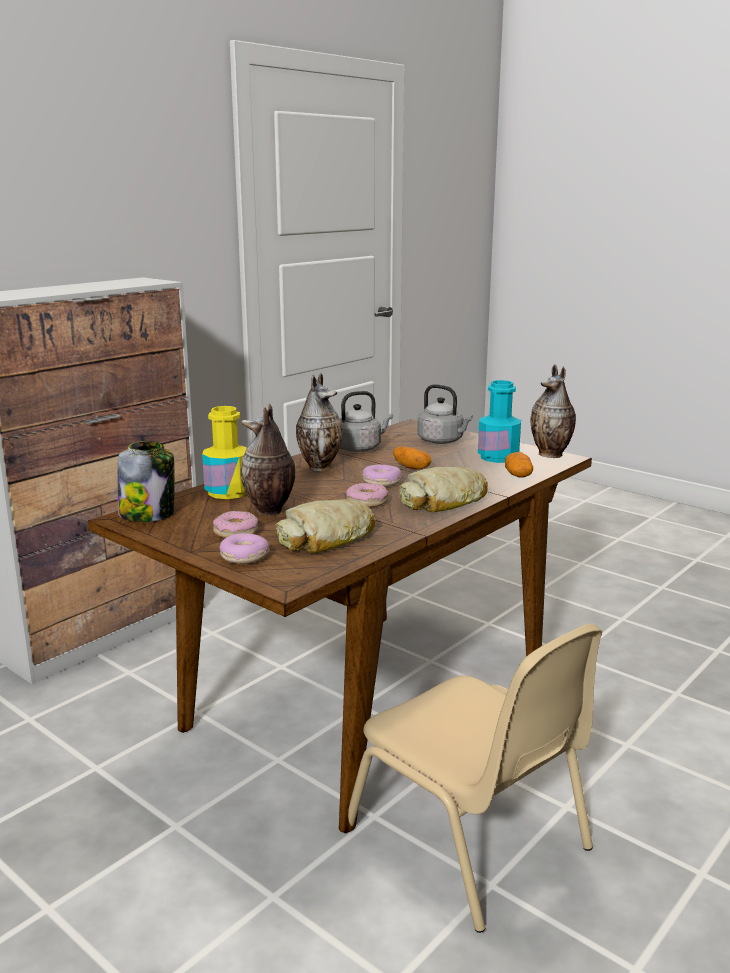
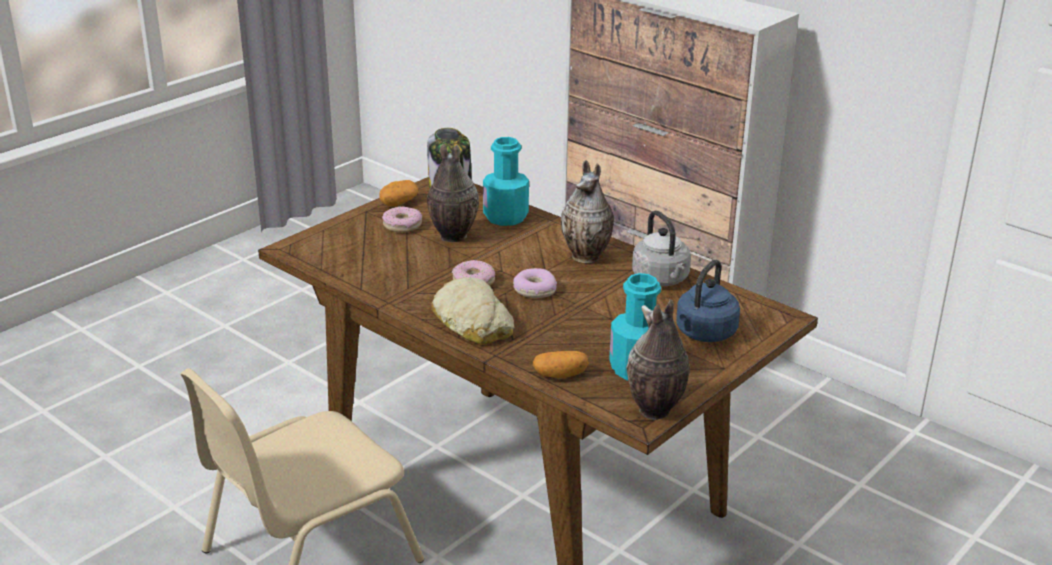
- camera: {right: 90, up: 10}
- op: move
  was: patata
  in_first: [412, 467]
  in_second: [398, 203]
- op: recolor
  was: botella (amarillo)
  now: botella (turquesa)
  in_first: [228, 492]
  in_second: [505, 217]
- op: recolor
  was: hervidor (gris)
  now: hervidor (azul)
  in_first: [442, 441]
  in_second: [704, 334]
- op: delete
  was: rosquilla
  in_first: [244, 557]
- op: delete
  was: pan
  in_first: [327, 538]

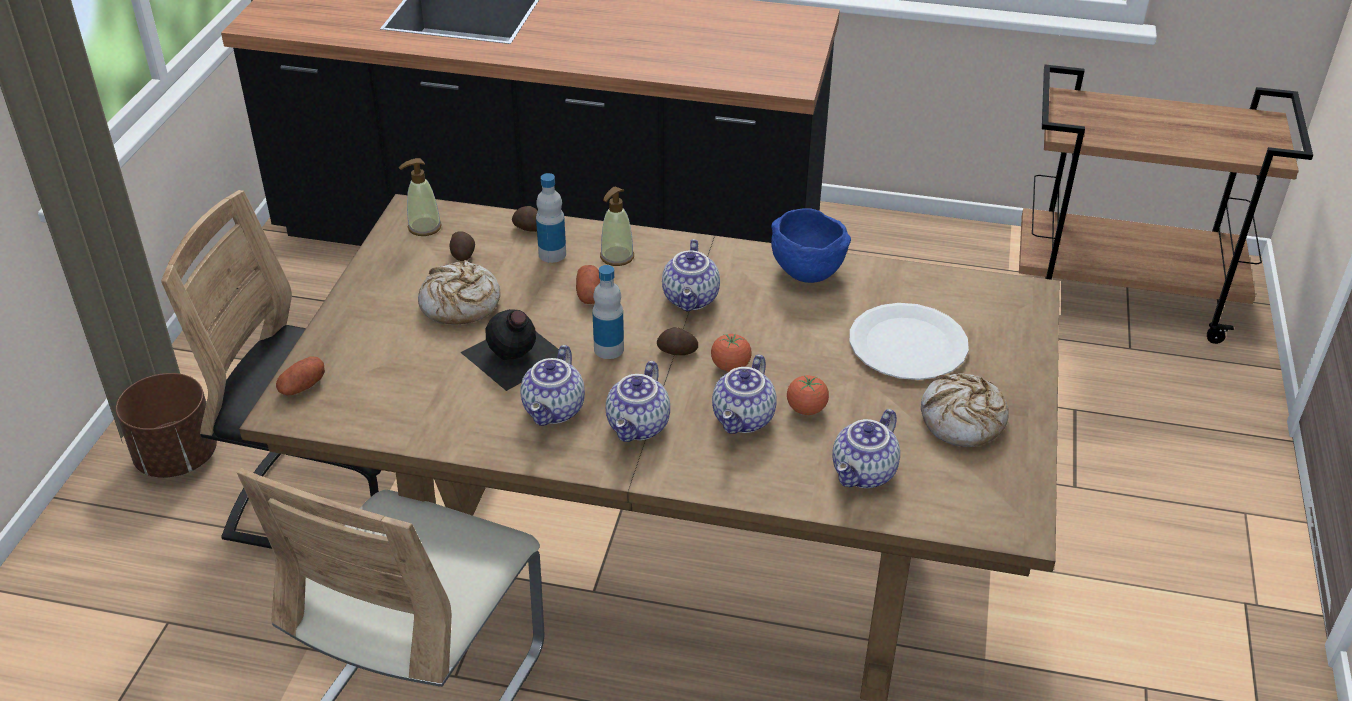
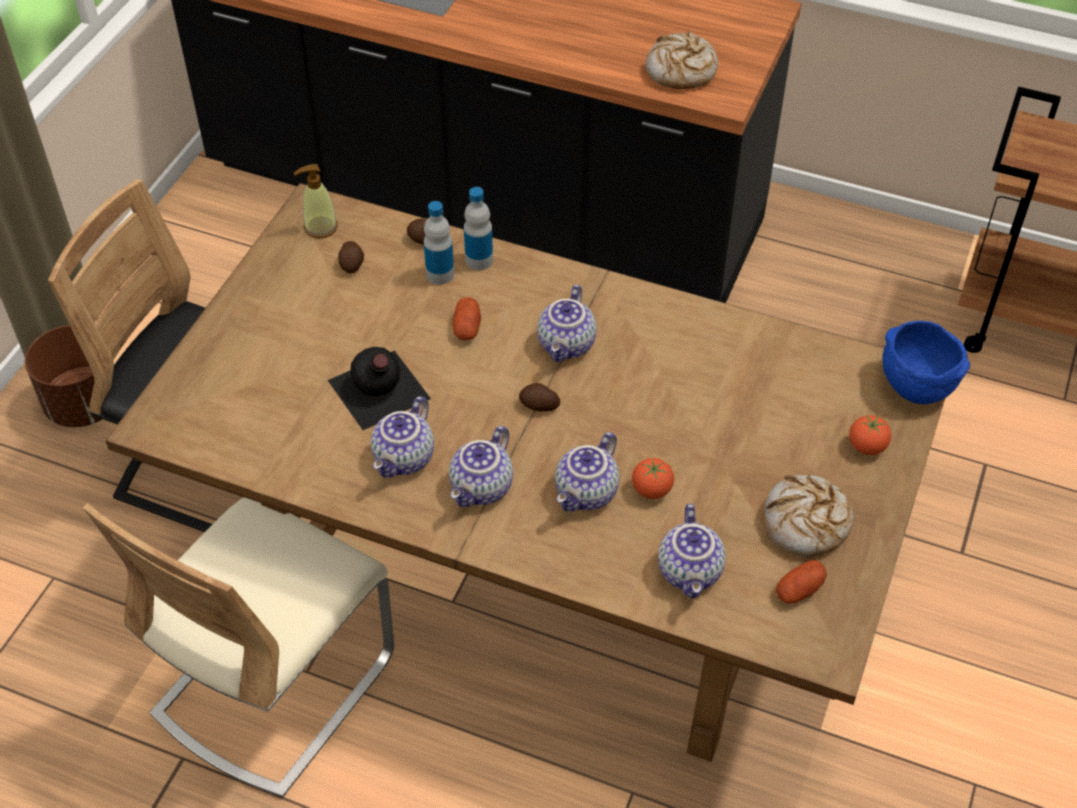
- camera: {right: 10, up: 10}
- op: move
  was: botella
  in_first: [609, 349]
  in_second: [479, 260]
- op: move
  was: pan
  in_first: [460, 304]
  in_second: [681, 71]
- op: rotate
  was: tetera
  in_first: [864, 474]
  in_second: [691, 572]
  clockwise: -45
- op: move
  was: patata
  in_first: [302, 386]
  in_second: [799, 590]
- op: move
  was: tomate
  in_first: [730, 366]
  in_second: [867, 447]
- op: move
  was: cuenco (azul)
  in_first: [805, 272]
  in_second: [914, 386]
- op: delete
  was: dispensador de jabón
  in_first: [616, 257]
- op: delete
  was: plato (blanco)
  in_first: [907, 344]

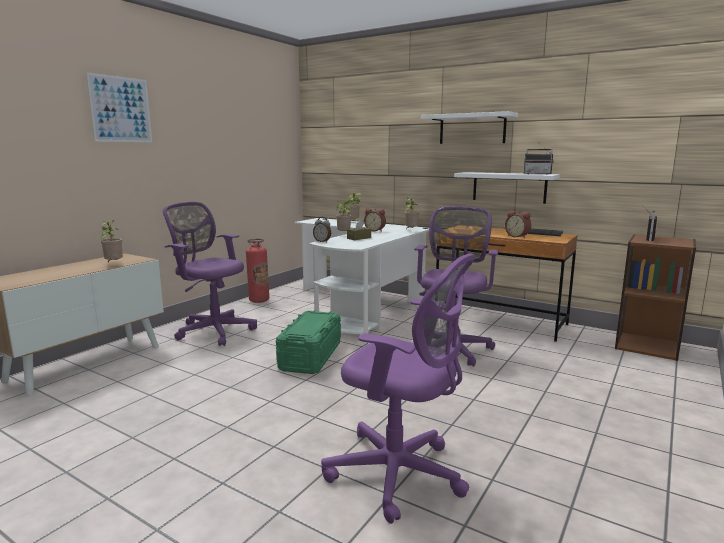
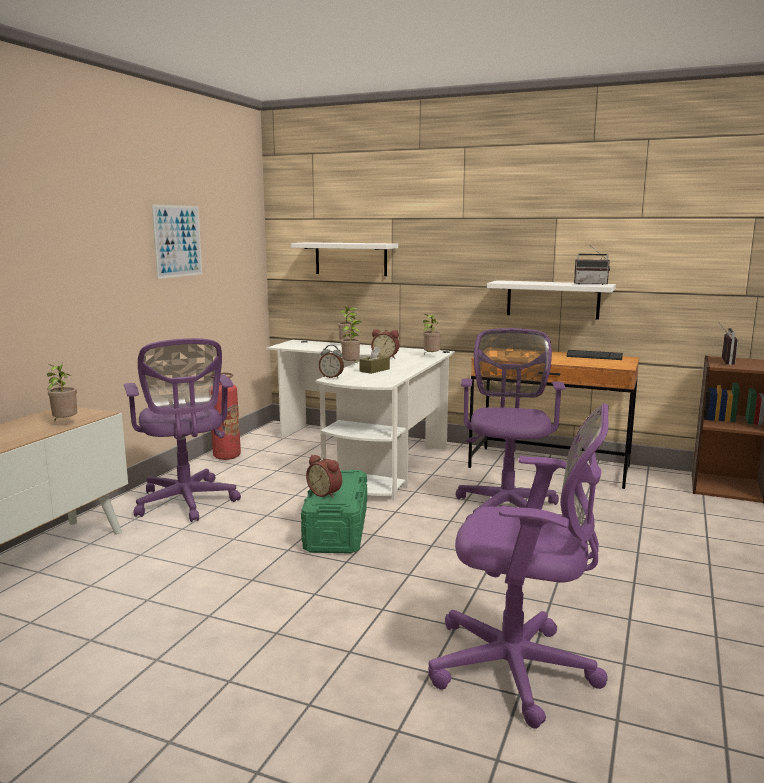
- camera: {right: -10, up: 0}
- op: rotate
  was: silla de oficina (morado)
  in_first: [213, 330]
  in_second: [186, 503]
  clockwise: -135
- op: move
  was: cuadro
  in_first: [121, 109]
  in_second: [178, 241]
- op: move
  was: estante (blanco)
  in_first: [472, 129]
  in_second: [351, 259]
- op: move
  was: despertador
  in_first: [518, 236]
  in_second: [326, 493]

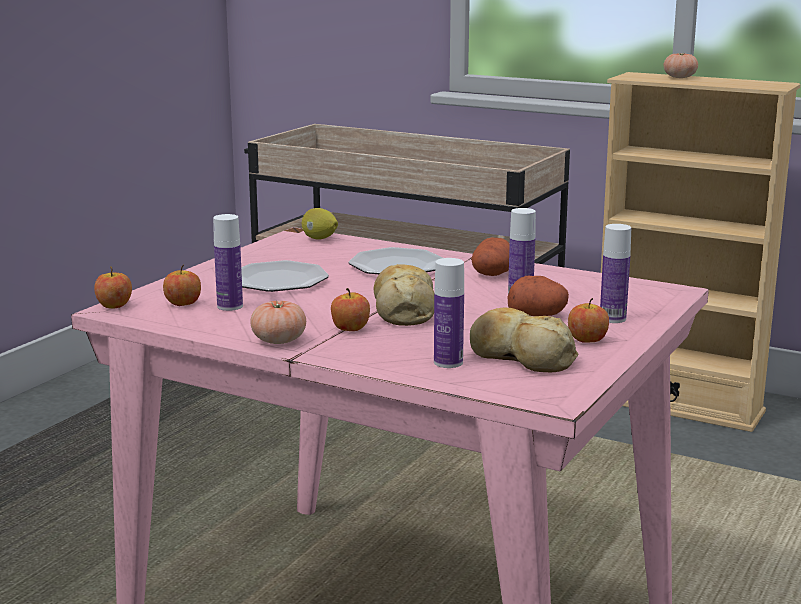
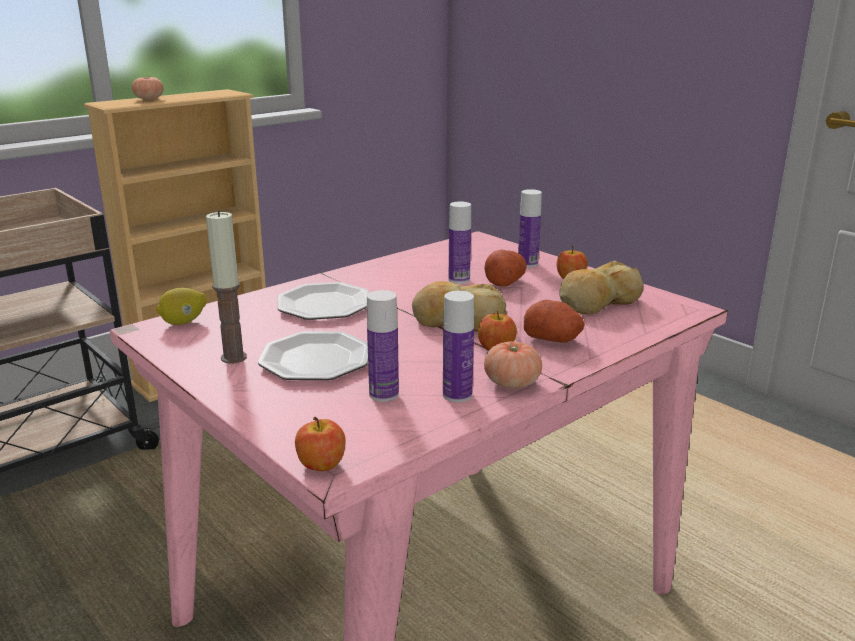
- camera: {right: -70, up: 5}
- op: insert
  now: vela
  in_second: [233, 357]
- op: move
  was: botella
  in_first: [448, 362]
  in_second: [457, 395]
- op: move
  was: patata
  in_first: [492, 274]
  in_second: [553, 339]
- op: delete
  was: manzana
  in_first: [183, 304]

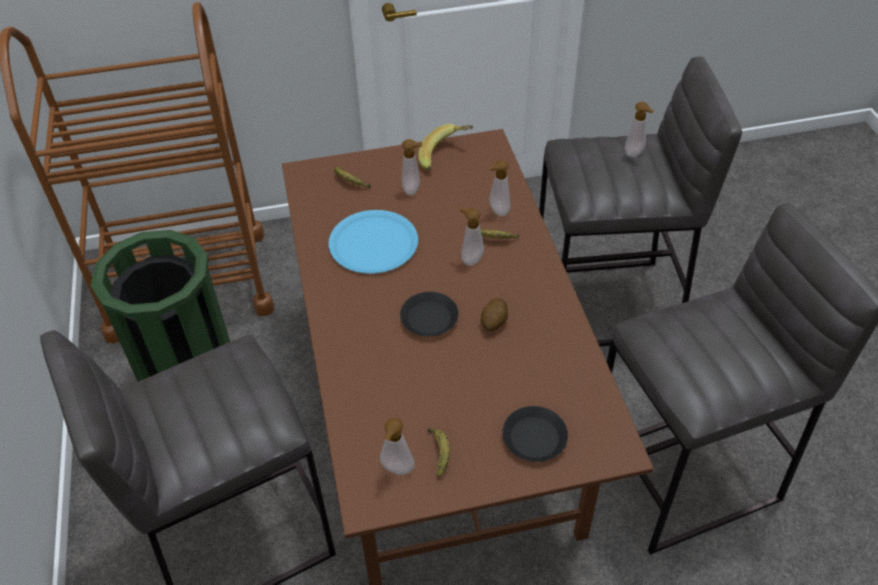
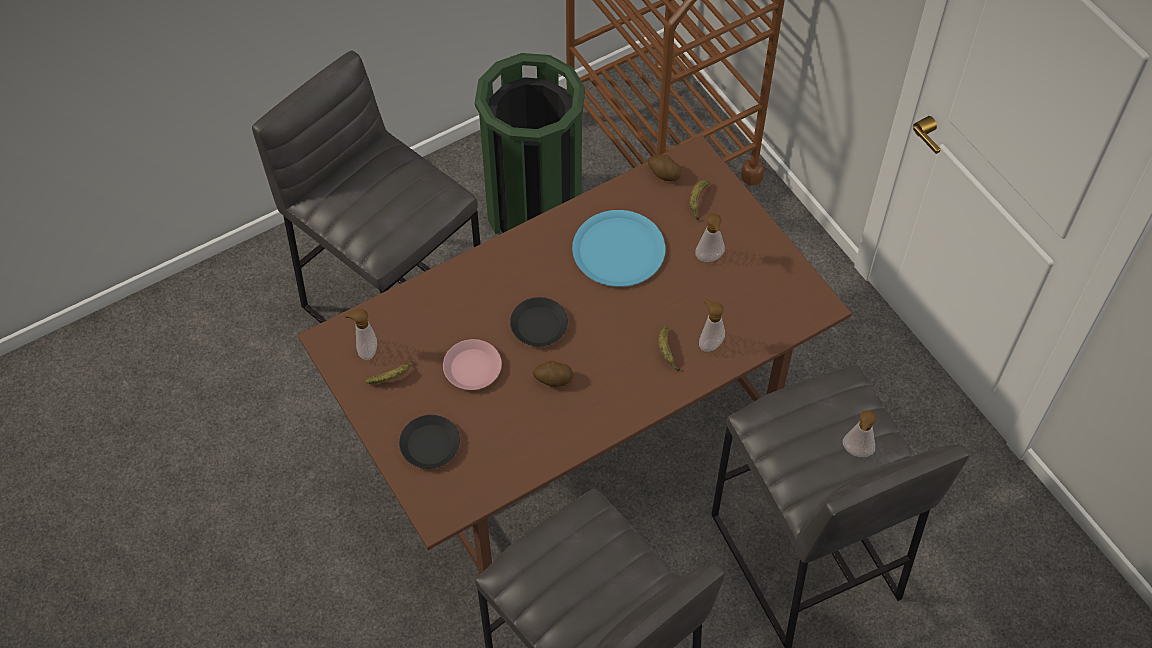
- camera: {right: 70, up: 10}
- op: insert
  now: plato (rosa)
  in_second: [472, 368]
- op: insert
  now: patata
  in_second: [663, 174]
- op: delete
  was: plátano
  in_first: [445, 156]
- op: delete
  was: dispensador de jabón
  in_first: [470, 259]

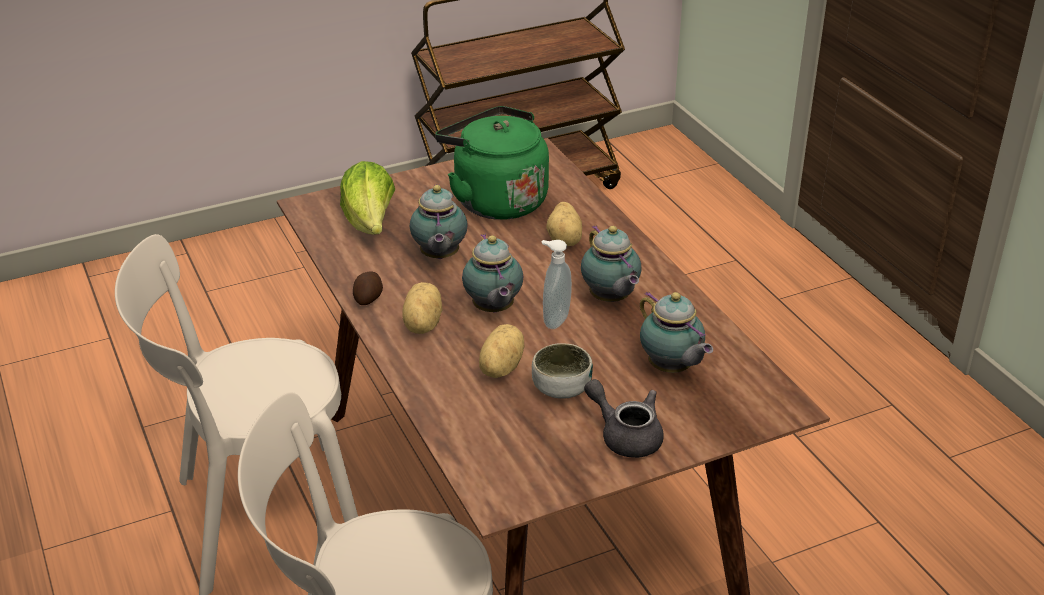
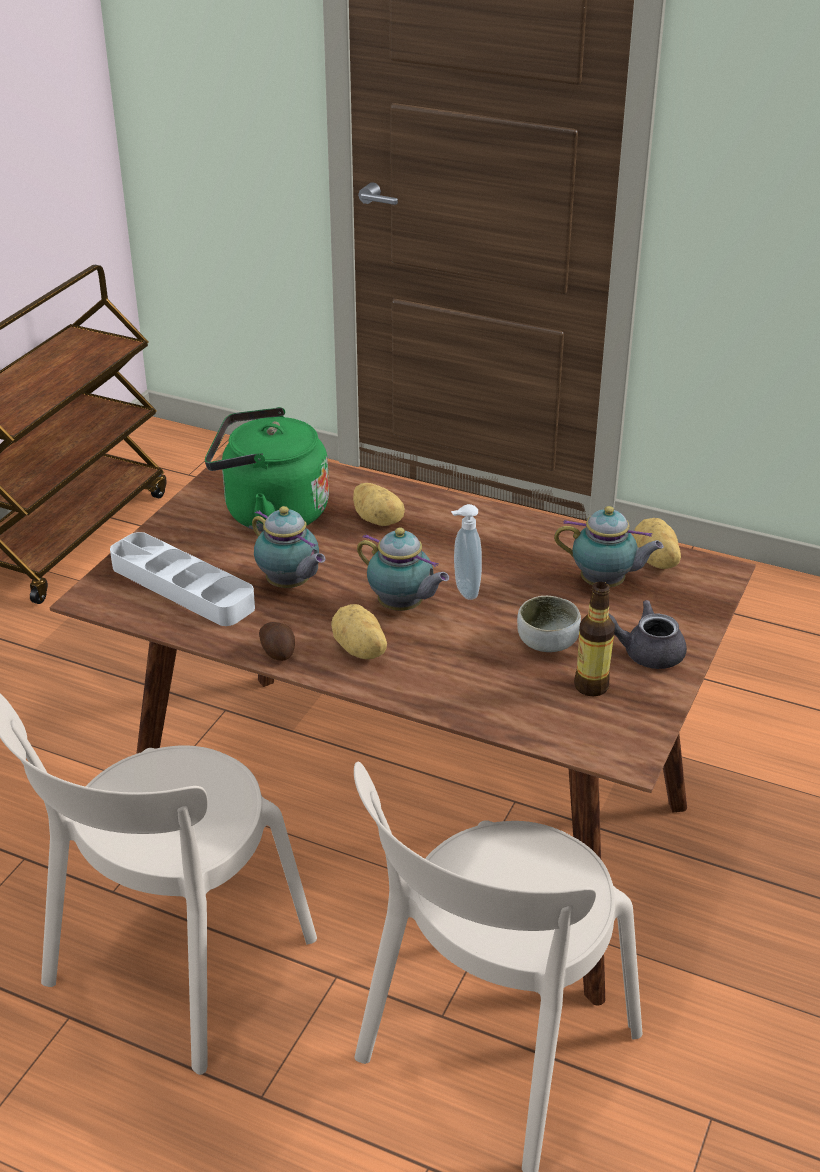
- camera: {right: -40, up: 0}
- op: replace
  was: lechuga
  now: bandeja (blanco)
  in_first: [370, 224]
  in_second: [182, 586]
- op: insert
  now: botella
  in_second: [591, 686]
- op: move
  was: patata
  in_first: [499, 367]
  in_second: [655, 561]
- op: delete
  was: tetera
  in_first: [610, 299]

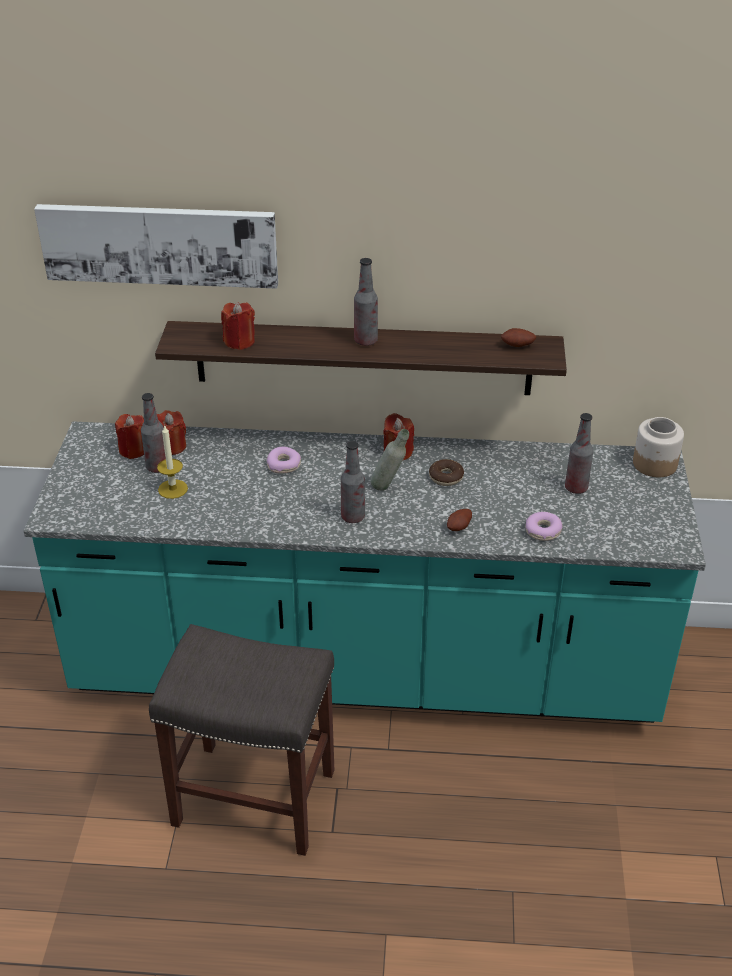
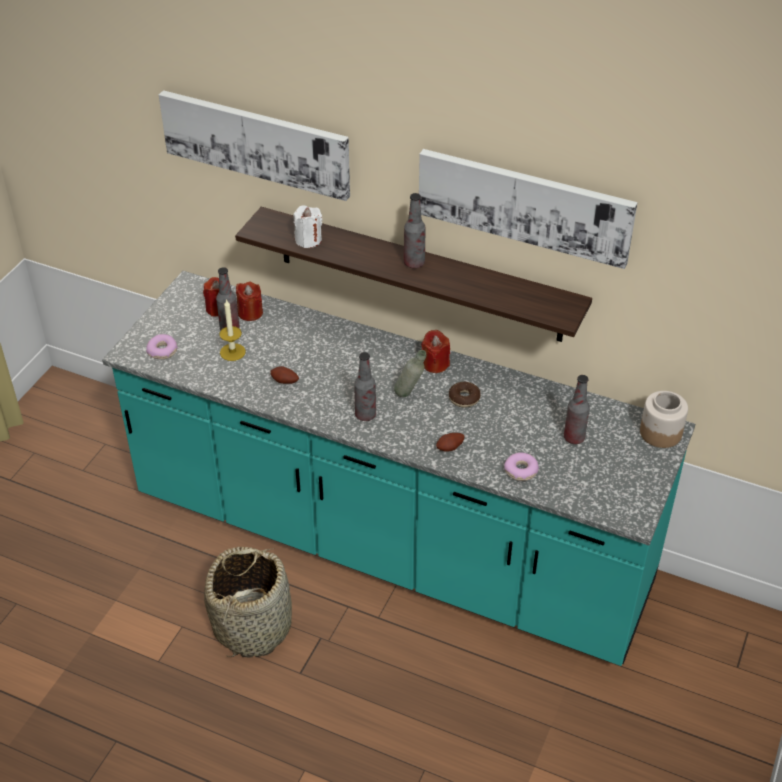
- camera: {right: 20, up: 5}
- op: move
  was: rosquilla
  in_first: [284, 465]
  in_second: [163, 351]
- op: replace
  was: taburete (gris)
  now: cesta
  in_first: [257, 797]
  in_second: [253, 625]
- op: move
  was: patata
  in_first: [517, 346]
  in_second: [284, 382]
- op: recolor
  was: vela (rojo)
  now: vela (blanco)
  in_first: [239, 341]
  in_second: [308, 240]
- op: insert
  now: cuadro
  in_second: [524, 205]

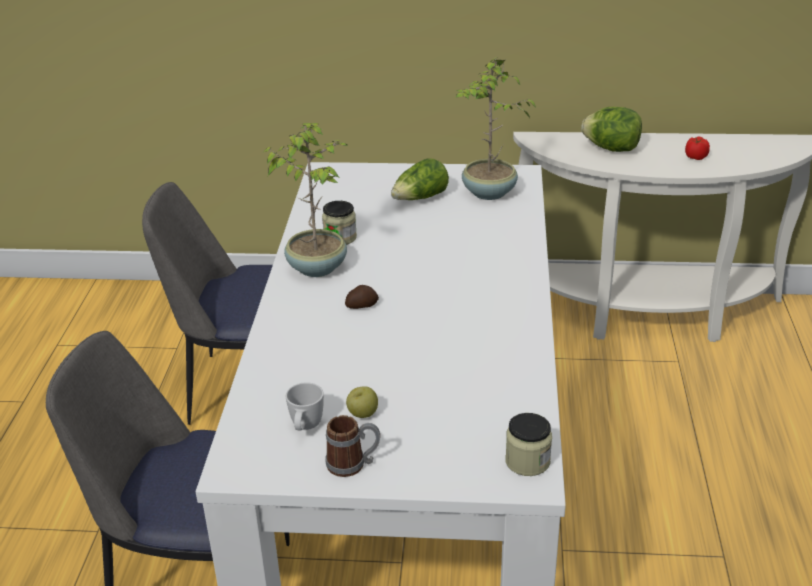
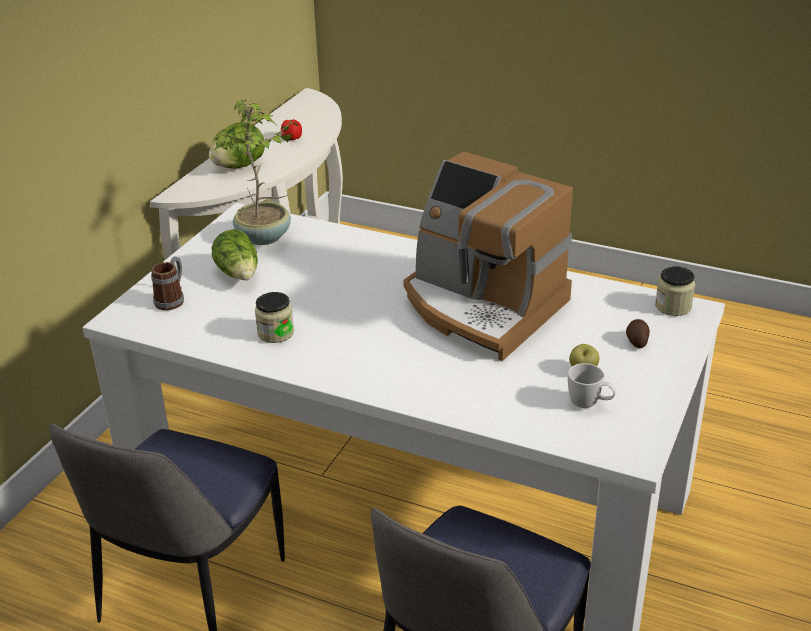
- camera: {right: -70, up: 0}
- op: move
  was: taza grande
  in_first: [353, 464]
  in_second: [172, 299]
- op: insert
  now: cafetera
  in_second: [482, 307]
- op: move
  was: patata
  in_first: [361, 305]
  in_second: [636, 341]
- op: delete
  was: planta en maceta
  in_first: [317, 267]

